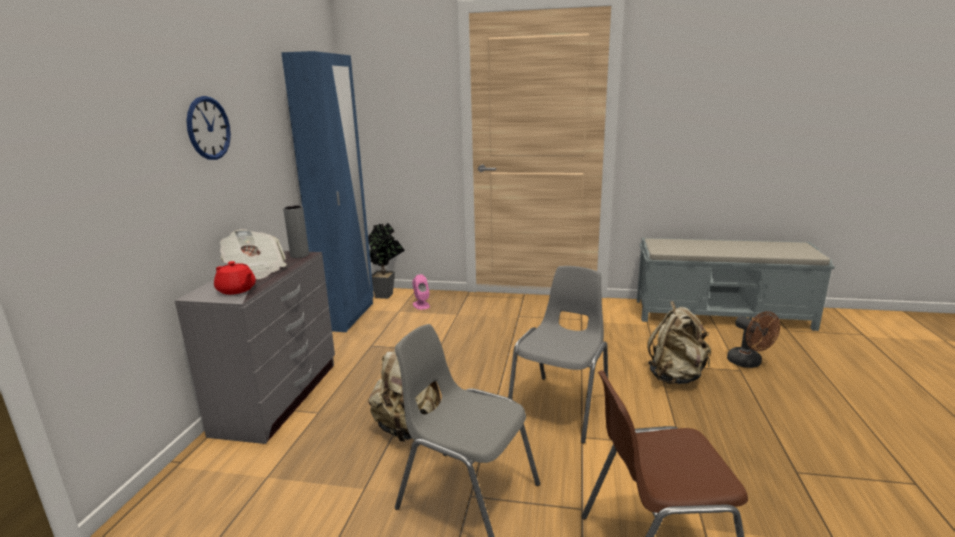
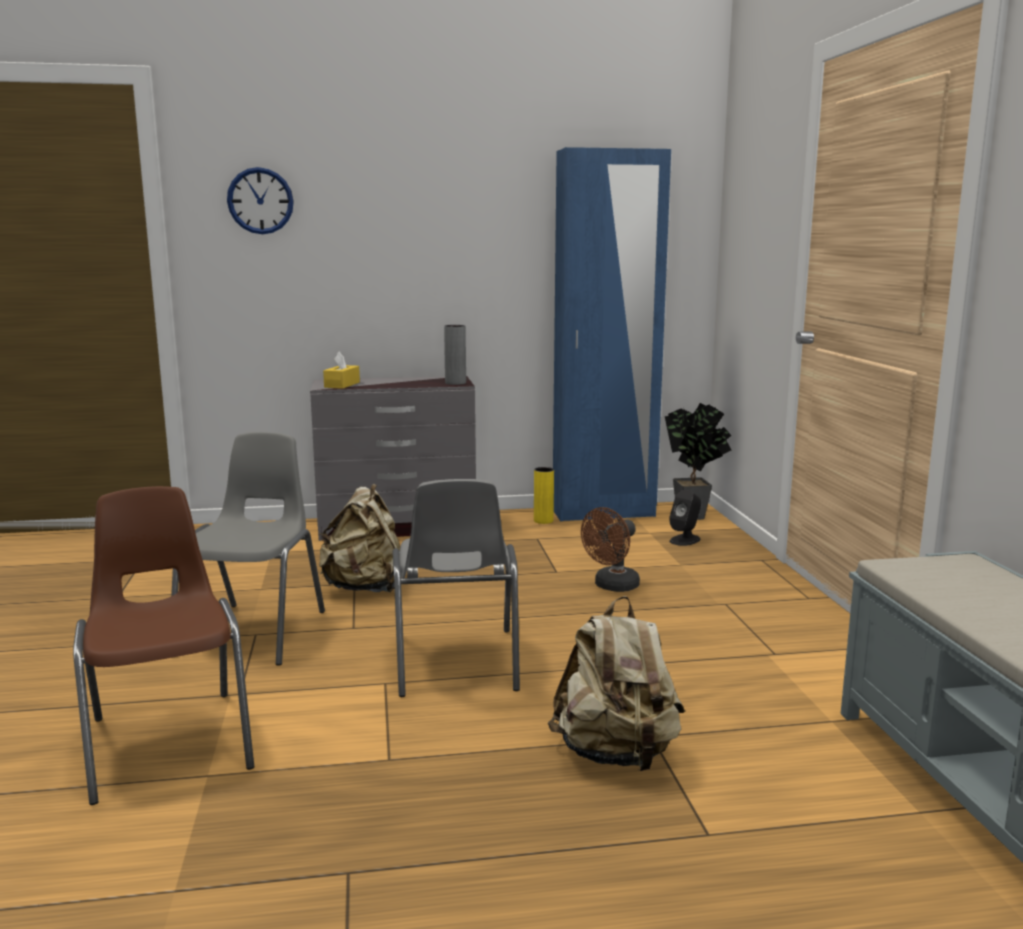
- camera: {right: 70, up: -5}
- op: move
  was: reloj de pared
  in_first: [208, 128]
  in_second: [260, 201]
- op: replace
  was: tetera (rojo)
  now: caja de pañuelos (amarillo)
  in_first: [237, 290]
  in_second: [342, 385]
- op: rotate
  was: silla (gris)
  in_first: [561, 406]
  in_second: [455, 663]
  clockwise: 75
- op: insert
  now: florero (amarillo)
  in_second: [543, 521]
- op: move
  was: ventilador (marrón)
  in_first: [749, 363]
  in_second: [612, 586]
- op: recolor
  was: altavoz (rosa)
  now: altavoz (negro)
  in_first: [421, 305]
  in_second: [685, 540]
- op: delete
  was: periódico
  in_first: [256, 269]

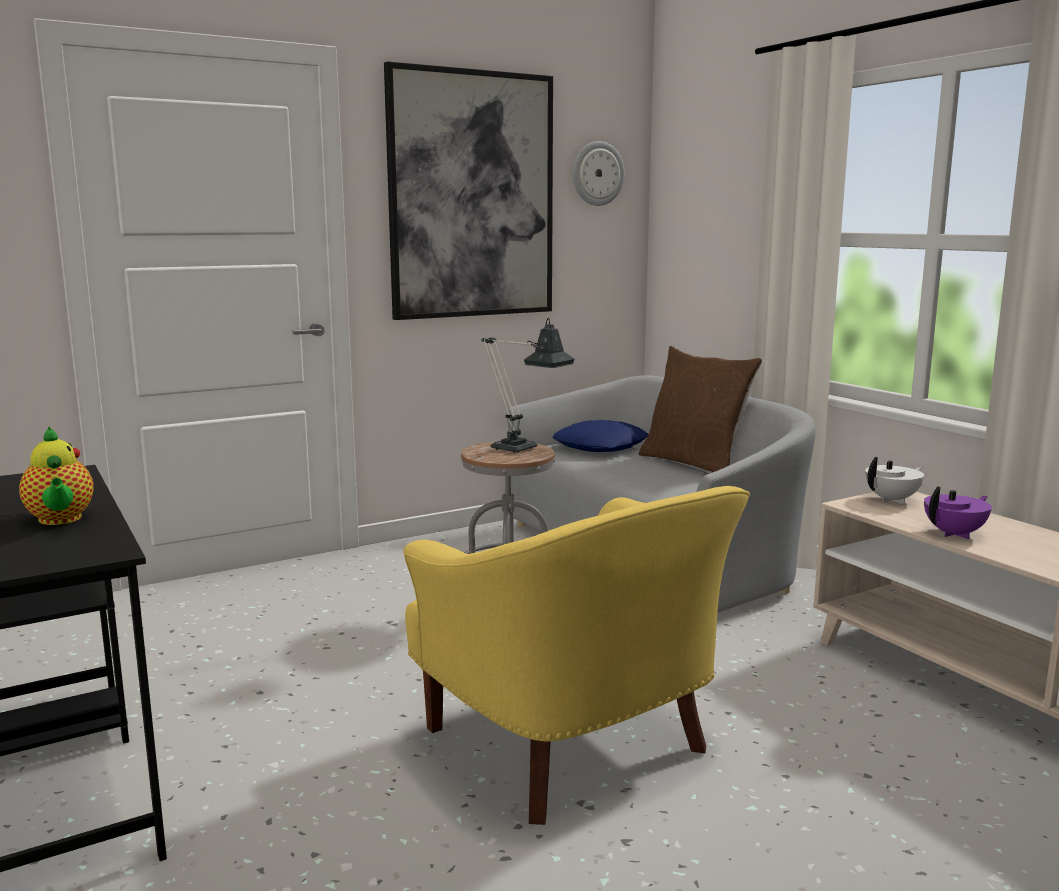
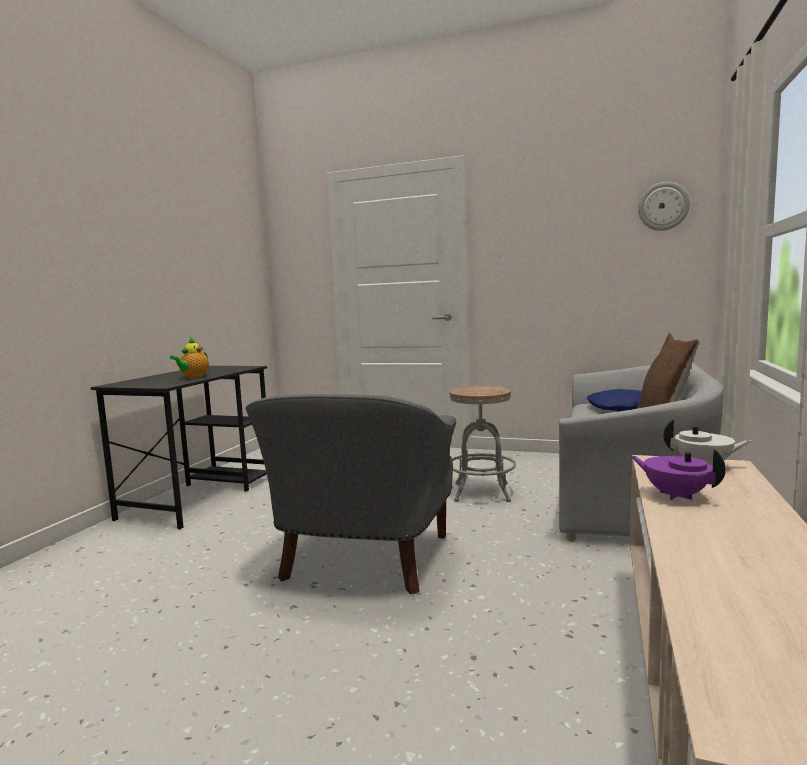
- camera: {right: 50, up: -5}
- op: recolor
  was: sillón (amarillo)
  now: sillón (gris)
  in_first: [572, 748]
  in_second: [362, 561]
- op: rotate
  was: tetera (morado)
  in_first: [955, 534]
  in_second: [675, 495]
  clockwise: -150
- op: delete
  was: cuadro
  in_first: [471, 196]
- op: delete
  was: lámpara de mesa
  in_first: [522, 450]

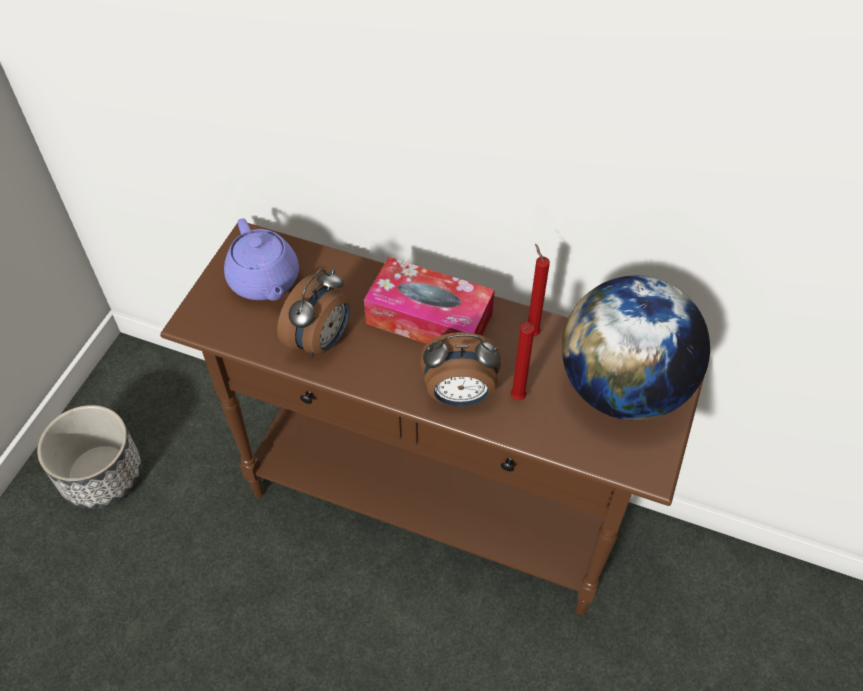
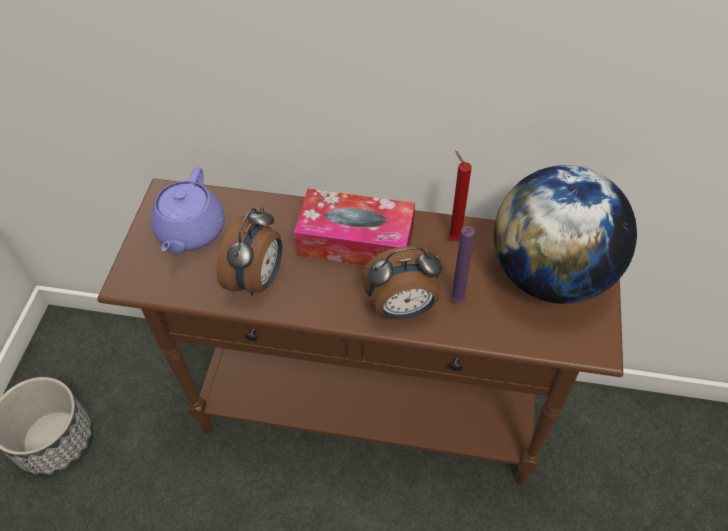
- camera: {right: -10, up: 0}
- op: rotate
  was: tetera (morado)
  in_first: [264, 281]
  in_second: [190, 231]
  clockwise: 45
- op: recolor
  was: vela (rojo)
  now: vela (morado)
  in_first: [516, 399]
  in_second: [456, 302]

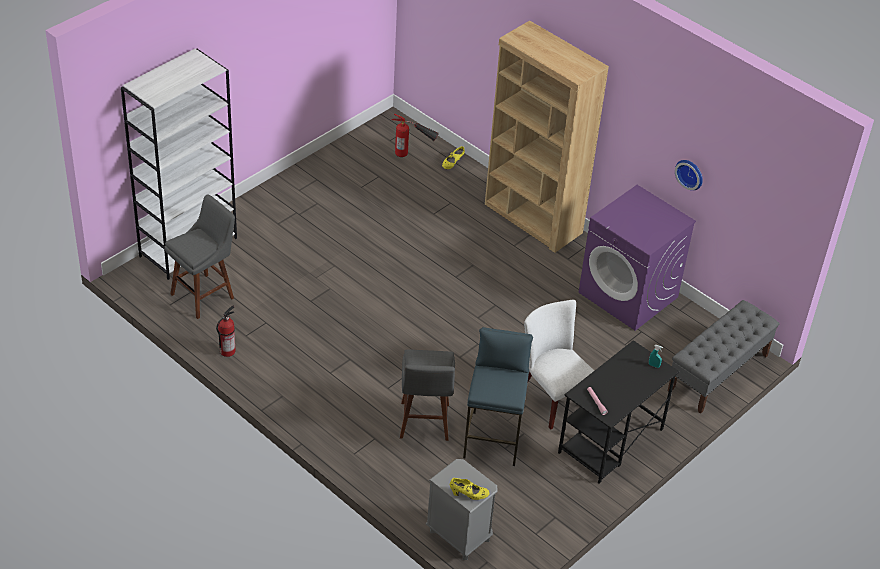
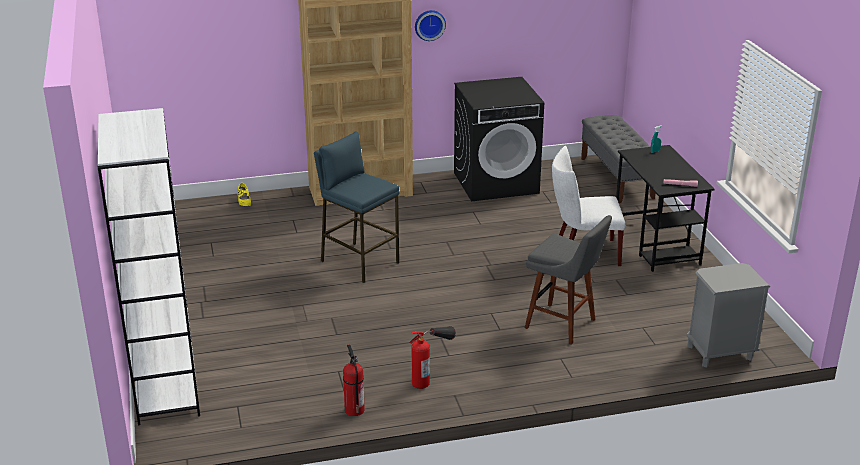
- camera: {right: -55, up: -15}
- op: move
  was: taburete (azul)
  in_first: [493, 438]
  in_second: [359, 262]
- op: move
  was: extintor
  in_first: [413, 154]
  in_second: [431, 375]
- op: move
  was: reloj de pared
  in_first: [690, 173]
  in_second: [429, 24]
- op: recolor
  was: lavadora (morado)
  now: lavadora (negro)
  in_first: [629, 295]
  in_second: [496, 182]
- op: delete
  was: taburete (gris)
  in_first: [205, 294]
- op: delete
  was: zapato (amarillo)
  in_first: [468, 495]

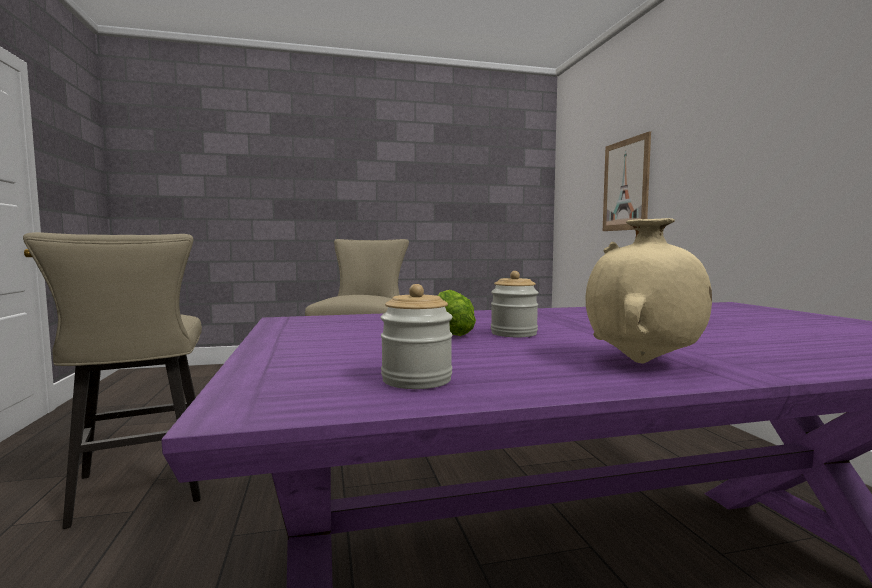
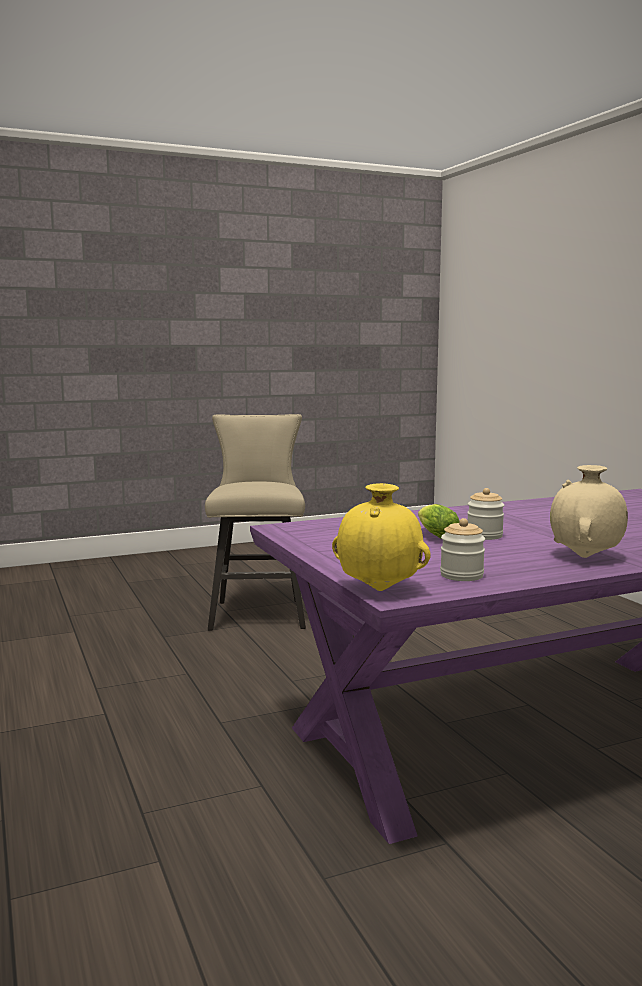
- camera: {right: -10, up: 5}
- op: insert
  now: florero (amarillo)
  in_second: [380, 589]
- op: delete
  was: taburete (beis)
  in_first: [140, 492]
- op: delete
  was: cuadro
  in_first: [625, 185]

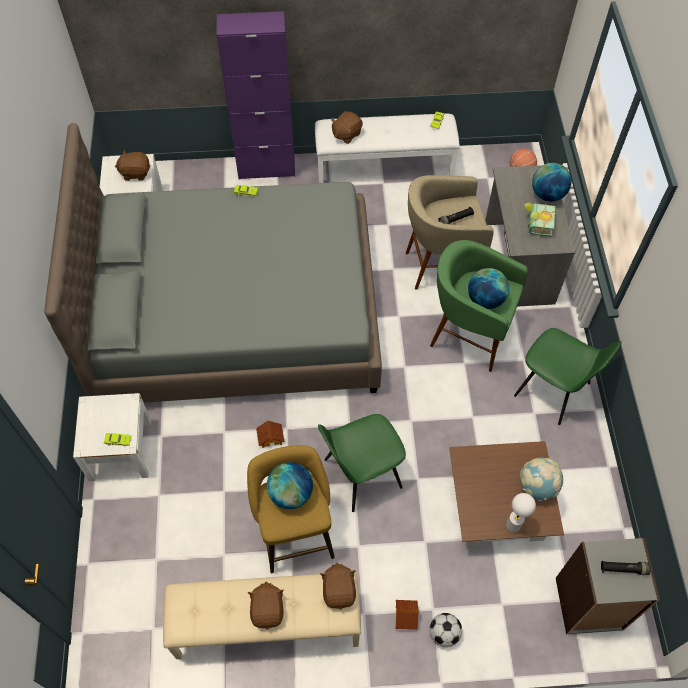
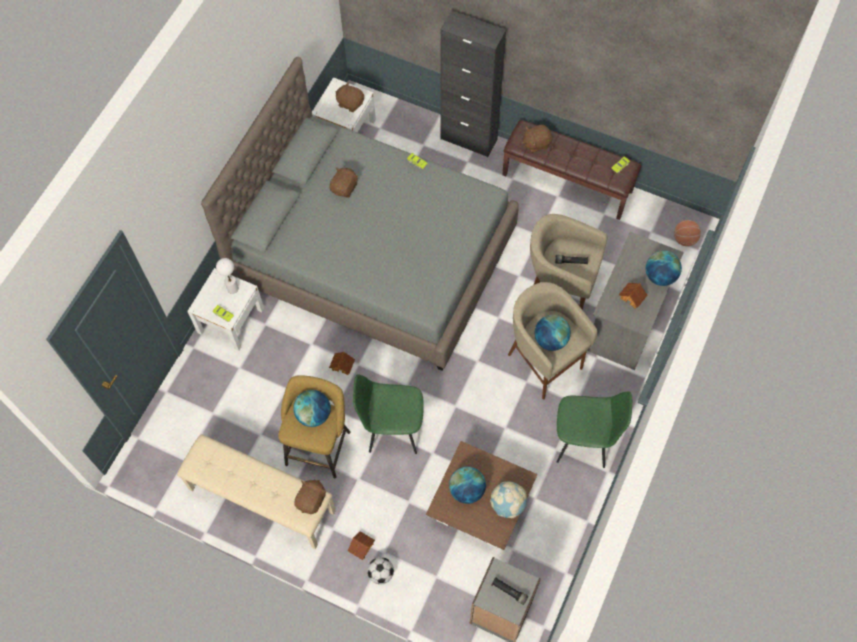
- camera: {right: 30, up: 5}
- op: move
  was: lámpara de mesa (blanco)
  in_first: [513, 525]
  in_second: [233, 288]
- op: move
  was: peluche (marrón)
  in_first: [268, 609]
  in_second: [344, 188]
- op: recolor
  was: armario (morado)
  now: armario (negro)
  in_first: [266, 168]
  in_second: [468, 139]
- op: insert
  now: globo terráqueo
  in_second: [466, 490]
- op: recolor
  was: banco (blanco)
  now: banco (marrón)
  in_first: [384, 167]
  in_second: [567, 182]
- op: recolor
  was: taburete (verde)
  now: taburete (beis)
  in_first: [468, 337]
  in_second: [543, 362]
- op: rotate
  was: silla (verde)
  in_first: [554, 391]
  in_second: [584, 440]
  clockwise: -60
- op: replace
  was: libro
  now: casita
  in_first: [536, 224]
  in_second: [632, 297]

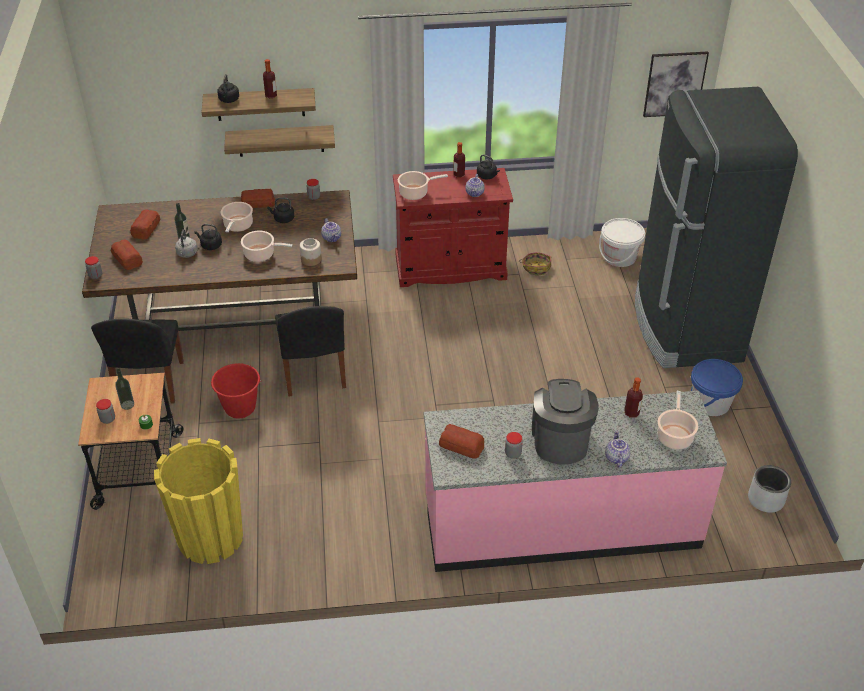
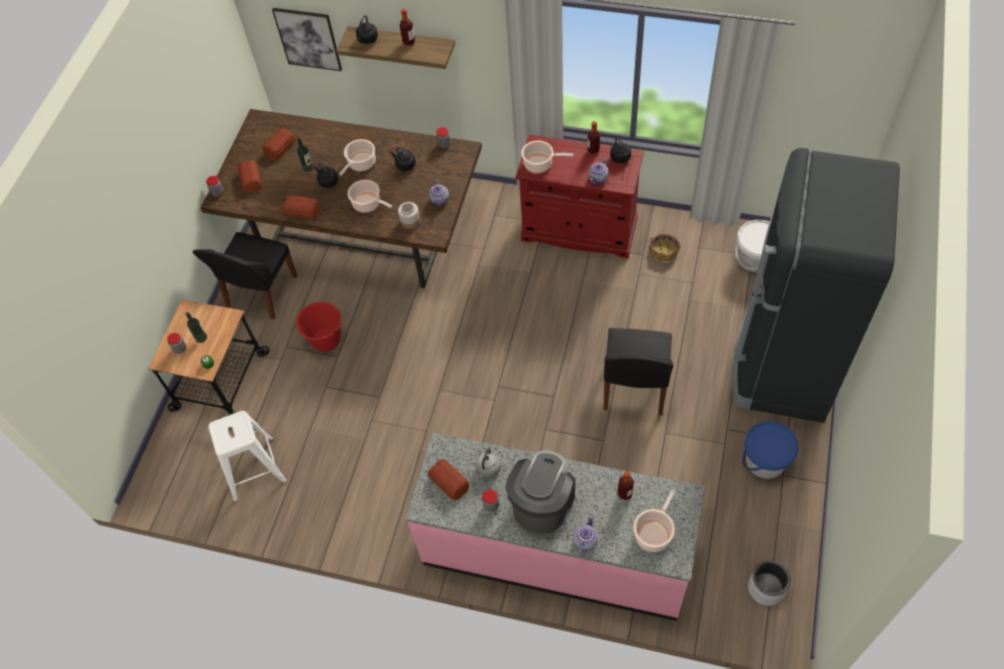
- camera: {right: 25, up: 15}
- op: replace
  was: maceta (amarillo)
  now: taburete (blanco)
  in_first: [210, 537]
  in_second: [252, 468]
- op: move
  was: cuadro
  in_first: [674, 84]
  in_second: [308, 39]
- op: move
  was: pan
  in_first: [257, 203]
  in_second: [301, 210]
- op: move
  was: hervidor (gris)
  in_first: [187, 254]
  in_second: [488, 469]
- op: move
  was: silla (negro)
  in_first: [313, 373]
  in_second: [634, 388]
- op: delete
  was: estante
  in_first: [280, 141]

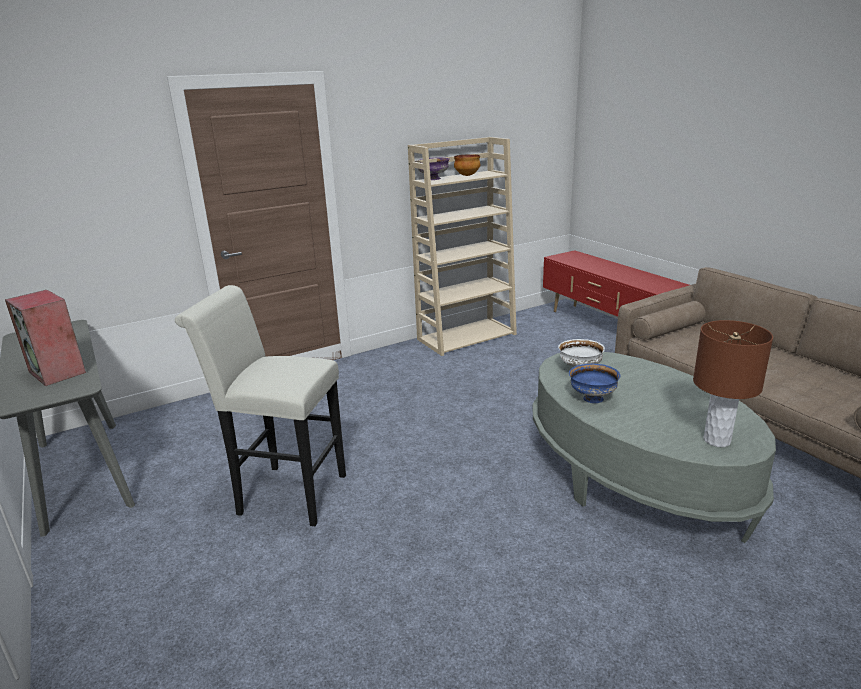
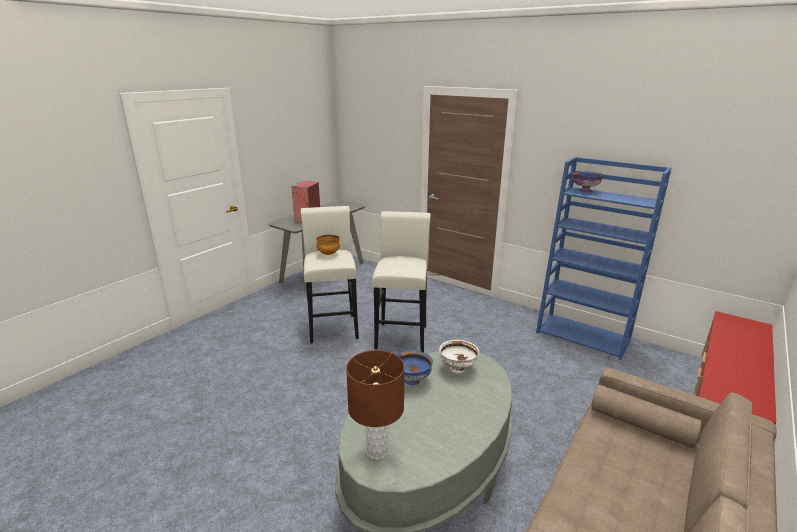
- camera: {right: 65, up: 0}
- op: move
  was: cuenco
  in_first: [467, 175]
  in_second: [328, 254]
- op: insert
  now: taburete (blanco)
  in_second: [402, 334]
- op: recolor
  was: estantería (beis)
  now: estantería (azul)
  in_first: [467, 336]
  in_second: [584, 336]

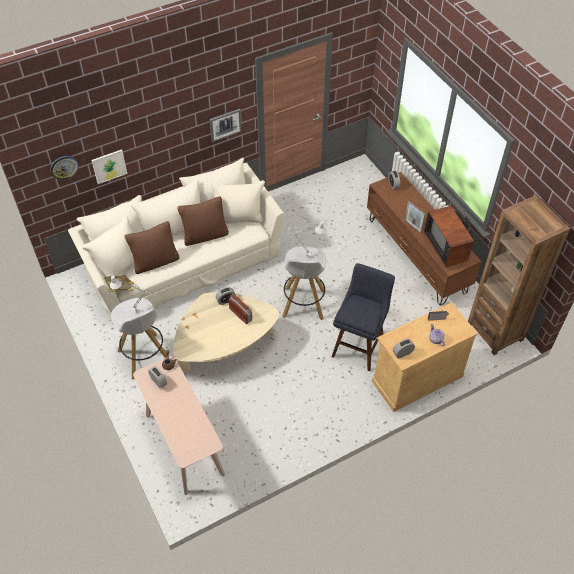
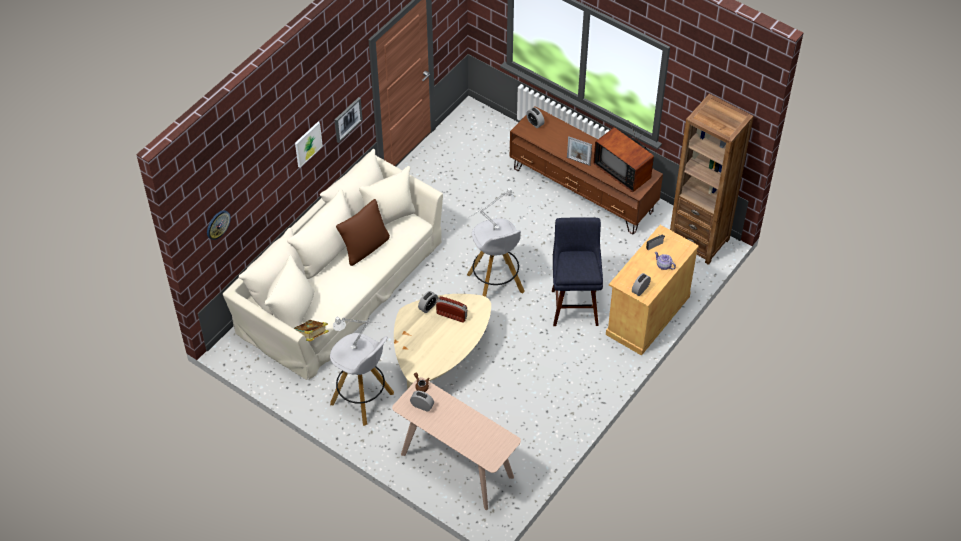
- camera: {right: -25, up: 0}
- op: move
  was: cuadro
  in_first: [109, 166]
  in_second: [308, 144]
- op: delete
  was: cojín (marrón)
  in_first: [155, 261]

